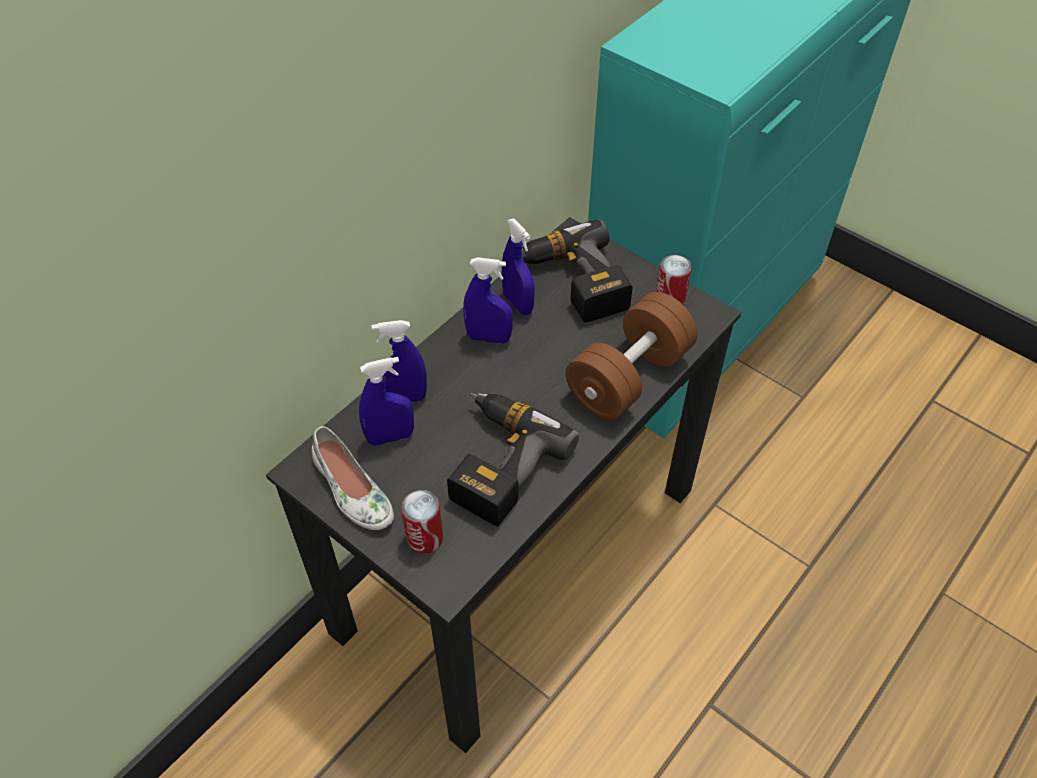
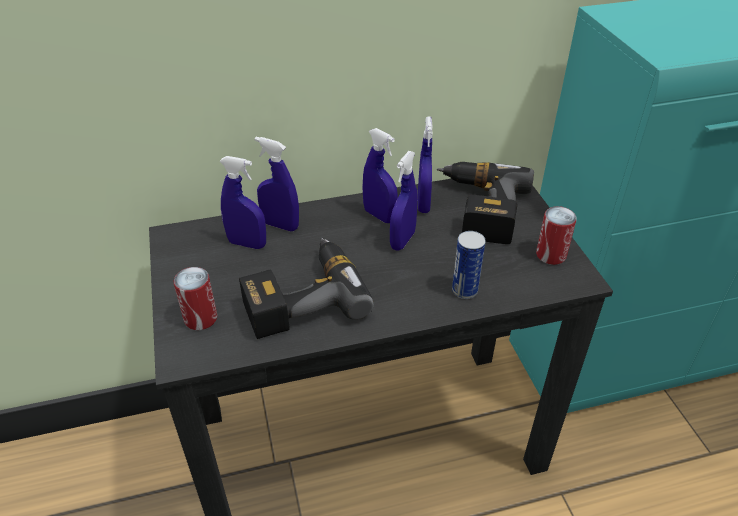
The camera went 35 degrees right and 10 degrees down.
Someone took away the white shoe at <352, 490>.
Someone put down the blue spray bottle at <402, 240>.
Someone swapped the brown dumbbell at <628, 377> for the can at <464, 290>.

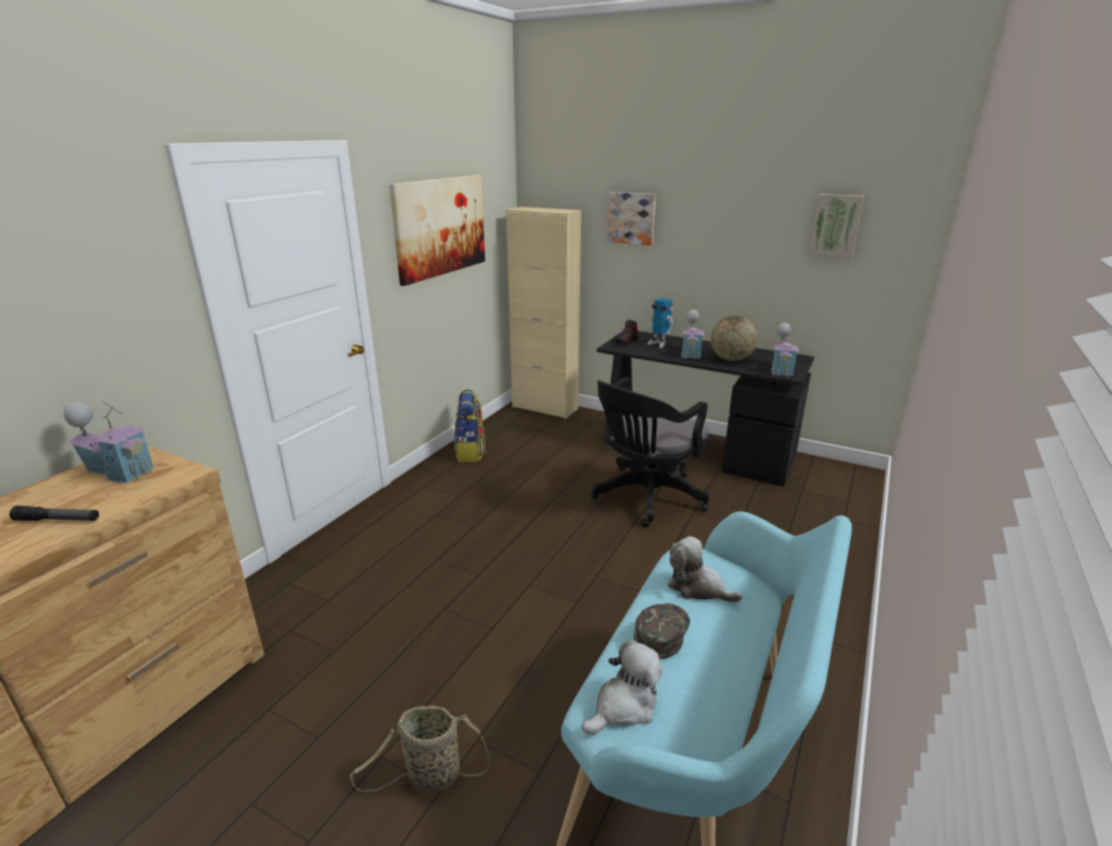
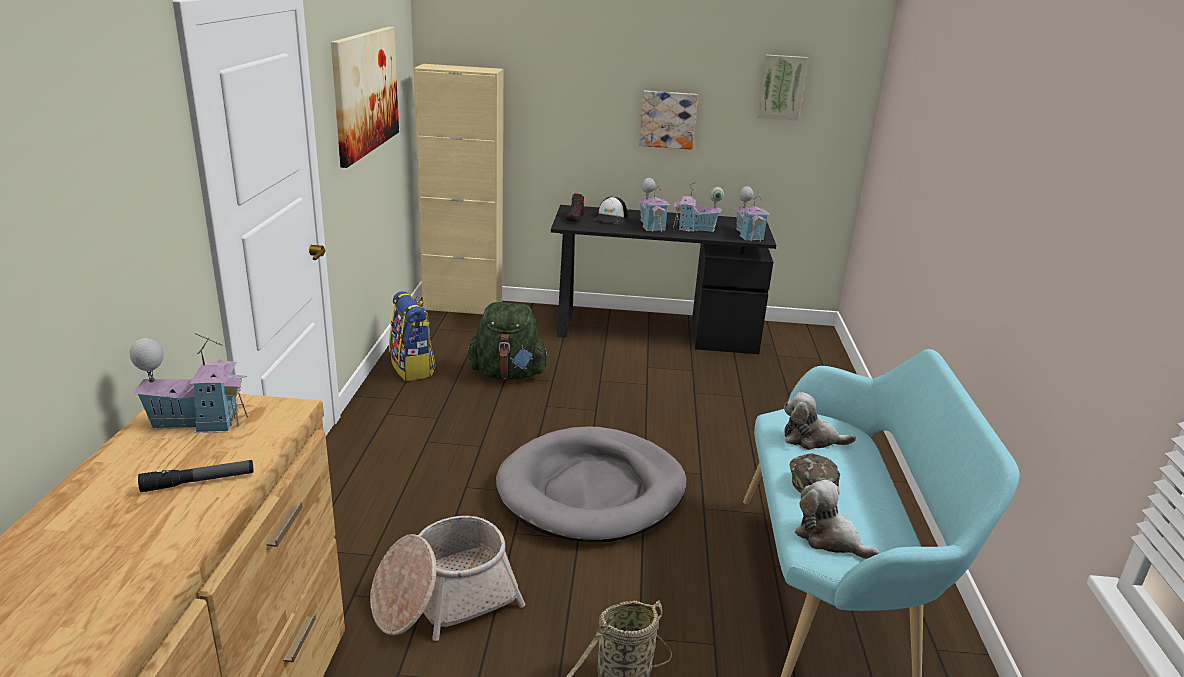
The camera went 25 degrees left and 0 degrees up.
Someone took away the black office chair at <645, 498>.
Someone put down the basket at <444, 599>.
Someone put down the green backpack at <508, 374>.
Someone put down the grey dog bed at <592, 490>.
Someone carried the picture from <632, 218> to <668, 119>.
Someone swapped the toy robot at <658, 344> for the cap at <610, 218>.
Someone swapped the globe at <731, 359> for the toy house at <695, 228>.
Someone rotated the plush toy at <624, 705> by 75 degrees counterclockwise.

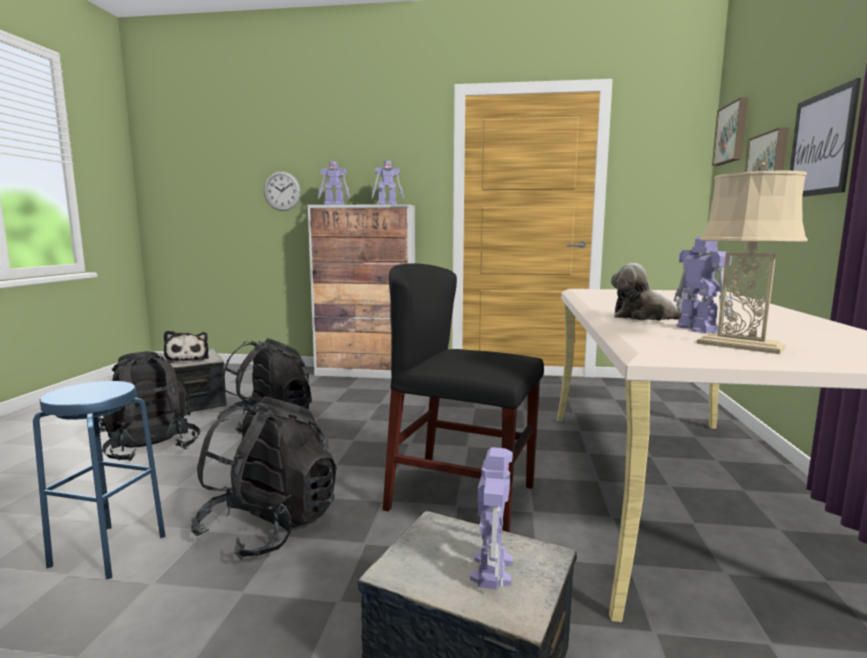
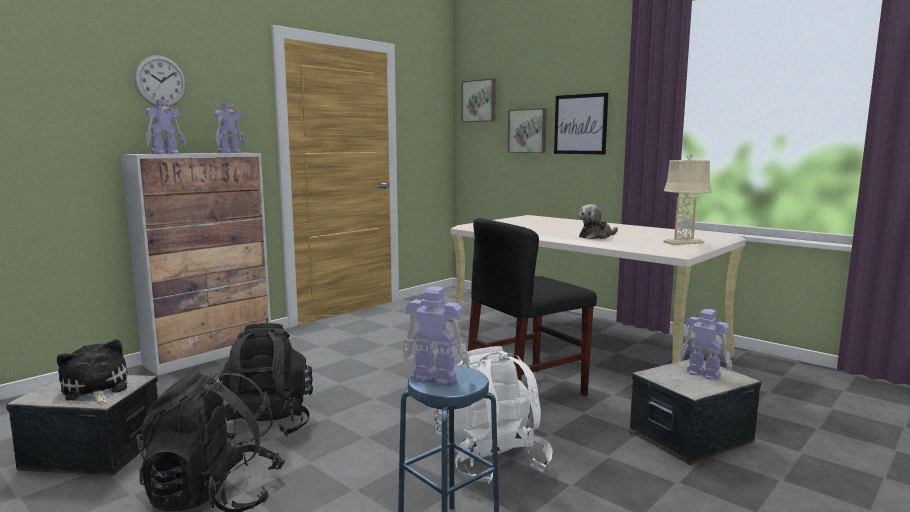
The camera went 55 degrees left and 0 degrees up.
Someone carried the wall clock from <282, 191> to <160, 81>.
Someone carried the toy robot from <697, 328> to <434, 377>.
Someone repainted the black backpack at <270, 527>, which became the white backpack at <491, 460>.
Someone rotated the plush toy at <187, 359> by 135 degrees counterclockwise.

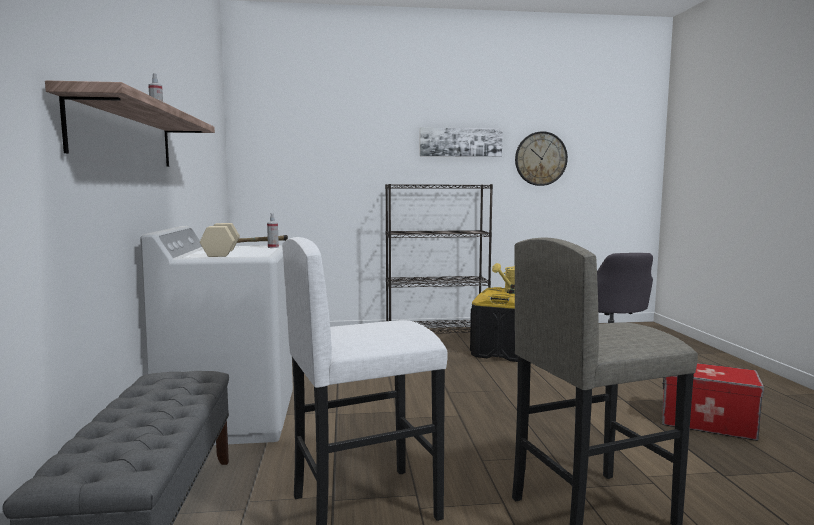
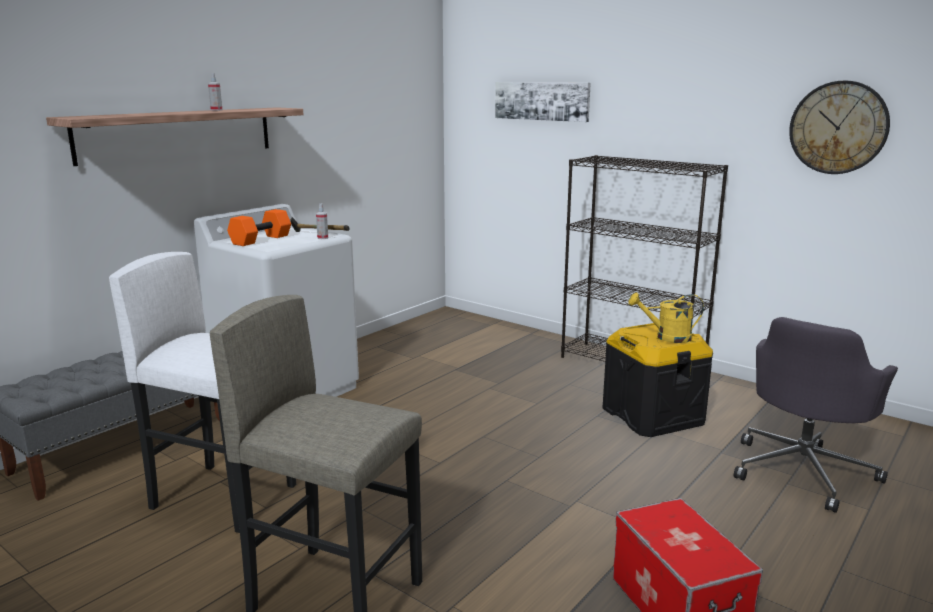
The camera went 45 degrees right and 10 degrees up.
Someone carried the picture from <460, 142> to <541, 101>.
Someone repainted the beige dumbbell at <222, 253>, which became the orange dumbbell at <261, 240>.

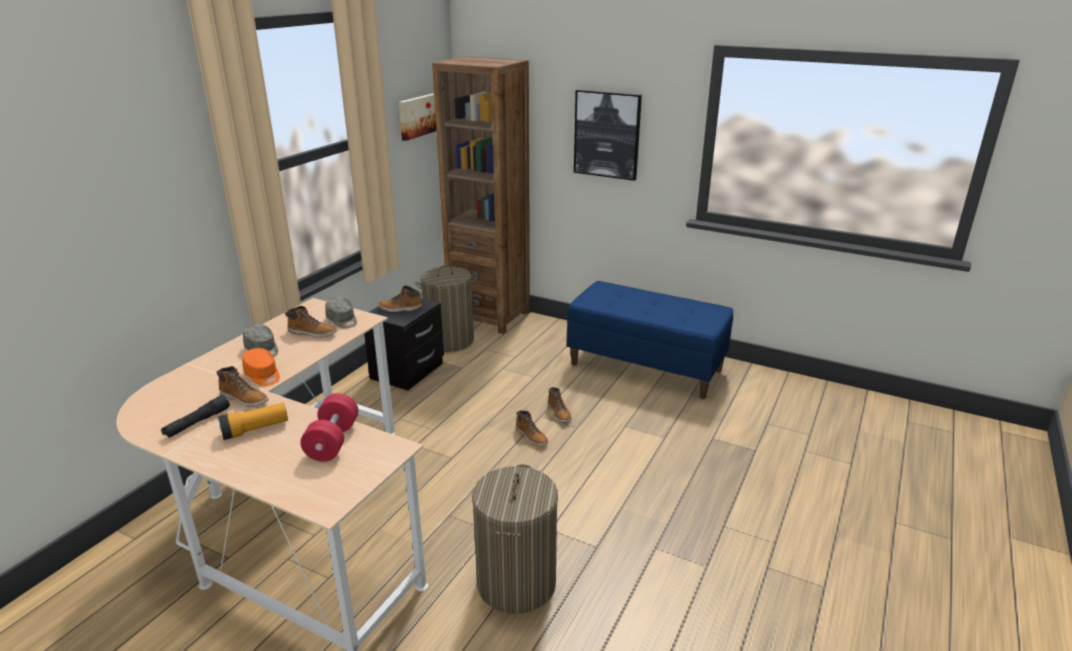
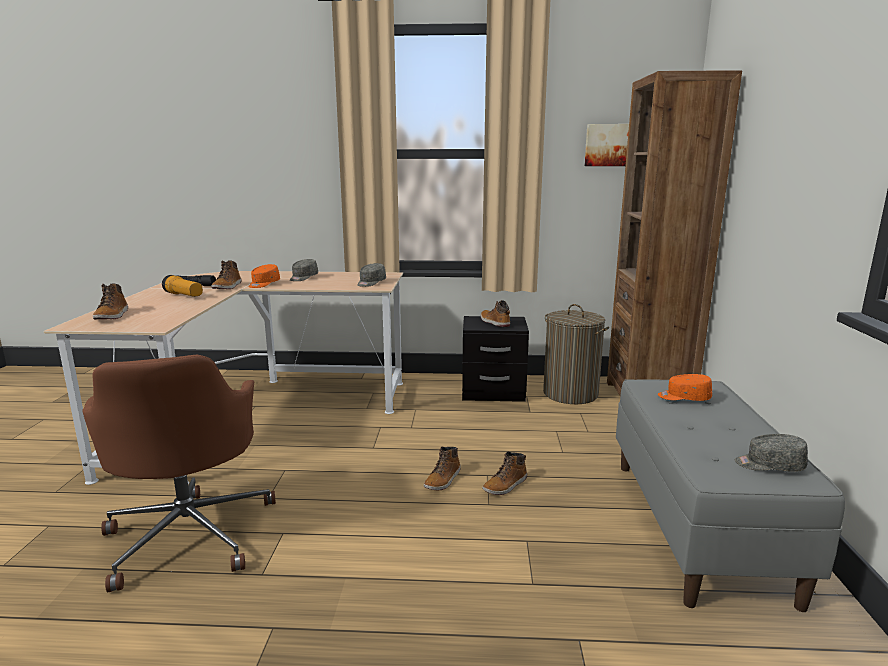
The camera went 65 degrees right and 10 degrees down.
Someone took away the red dumbbell at <332, 441>.
Someone took away the picture at <607, 134>.
Someone put down the orange cap at <684, 397>.
Someone put down the grey cap at <769, 465>.
Someone carried the boot from <313, 333> to <112, 316>.
Someone swapped the laundry basket at <516, 583> for the brown office chair at <190, 533>.
Someone repainted the blue bench at <646, 367>, which became the grey bench at <698, 526>.

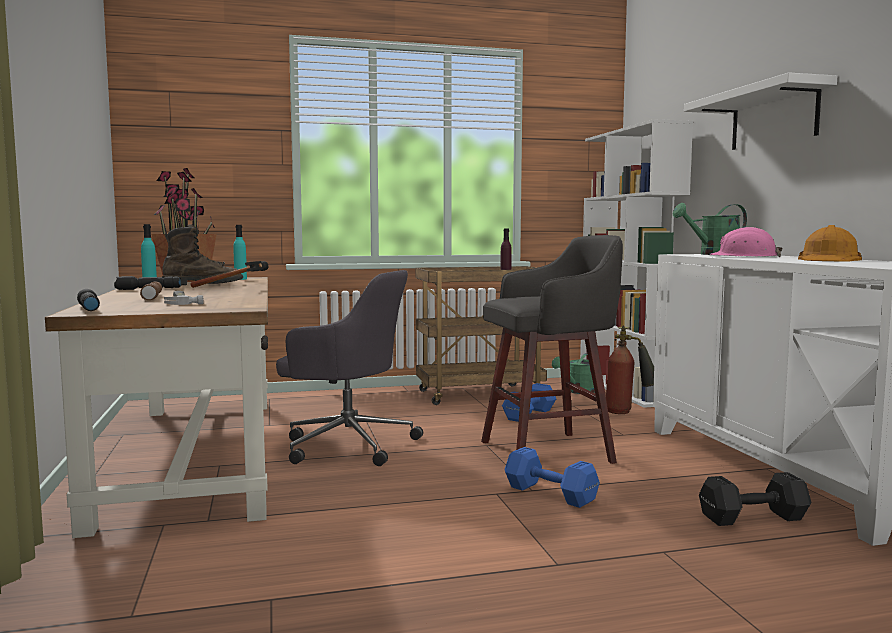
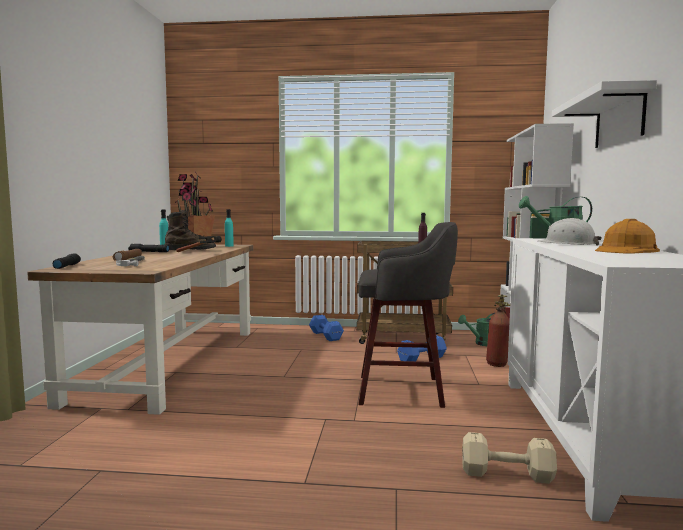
The camera went 20 degrees right and 0 degrees up.
Someone took away the grey office chair at <347, 444>.
Someone carried the blue dumbbell from <549, 493> to <325, 335>.
Someone repainted the black dumbbell at <755, 518>, which became the beige dumbbell at <509, 474>.
Someone repainted the pink hard hat at <744, 256>, which became the white hard hat at <567, 243>.

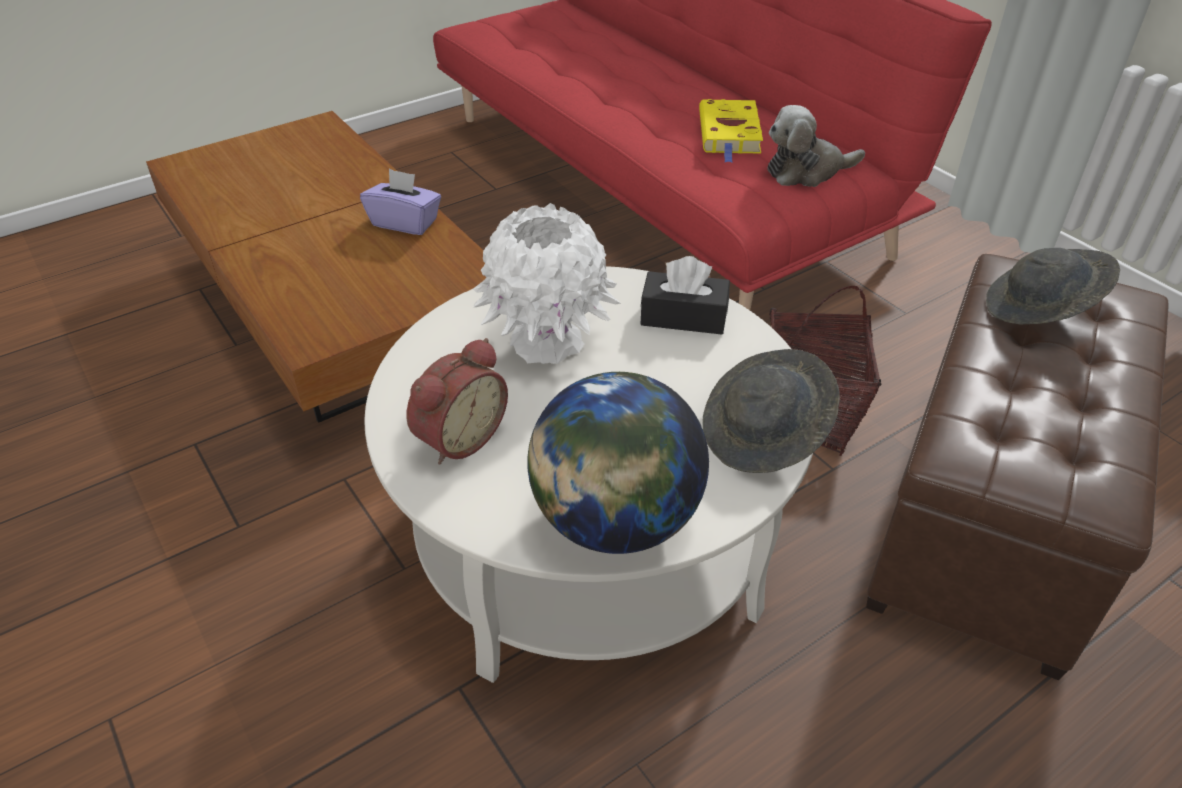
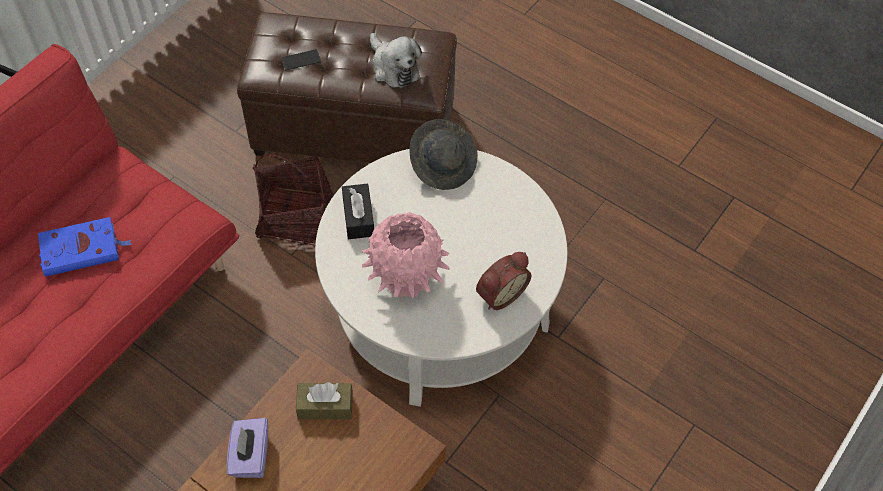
The camera went 110 degrees left and 15 degrees up.
Someone took away the globe at <615, 521>.
Someone put down the brown tissue box at <325, 406>.
Someone carried the plush toy from <806, 171> to <393, 67>.
Someone swapped the grey hat at <1040, 311> for the phone at <301, 60>.
Someone repainted the white vase at <547, 341>, which became the pink vase at <405, 278>.
Someone repainted the yellow book at <730, 134>, which became the blue book at <82, 249>.
Someone rotated the alarm clock at <458, 437> by 120 degrees clockwise.

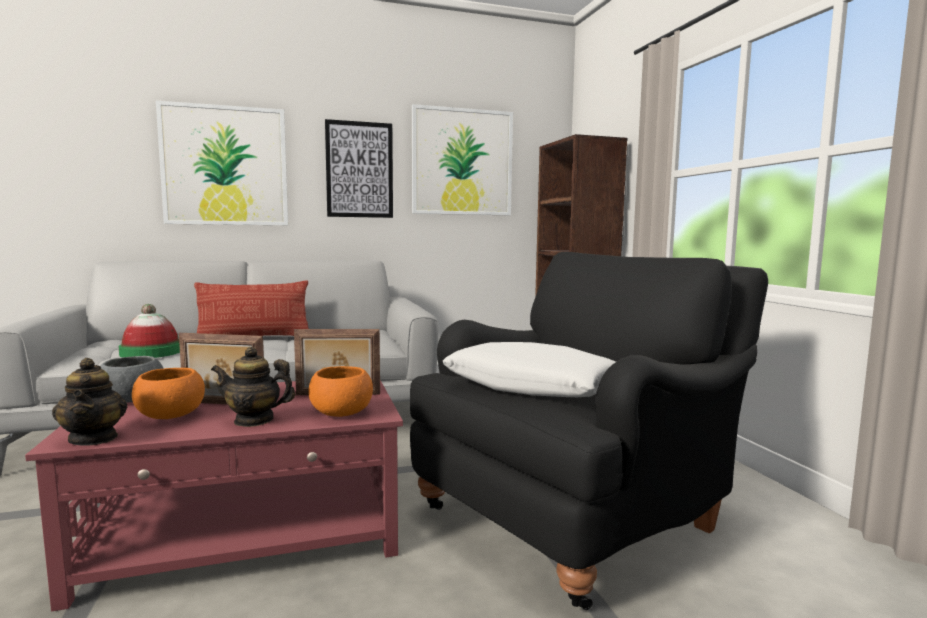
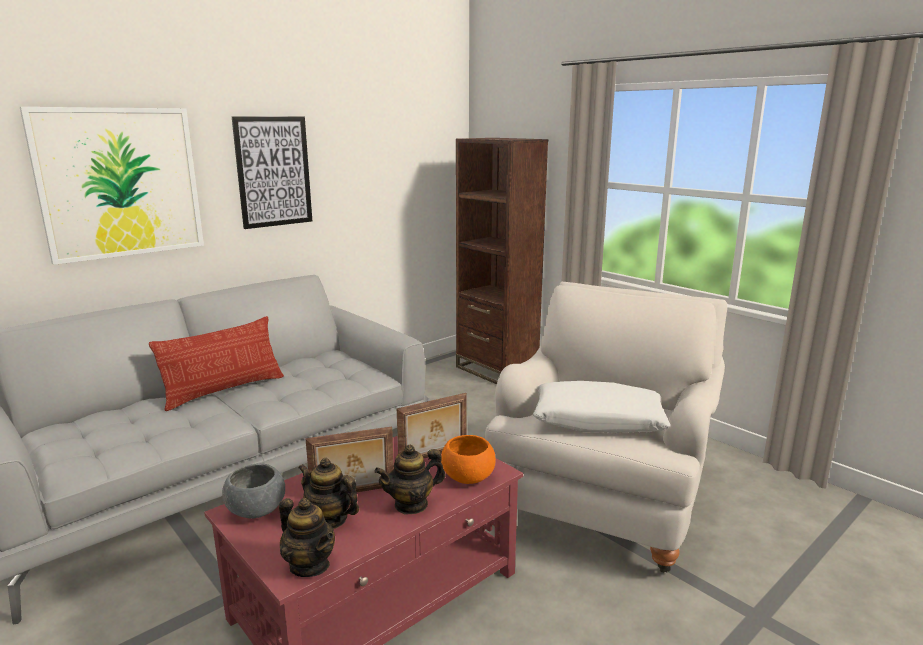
The camera went 25 degrees left and 10 degrees up.
Someone took away the hat at <151, 352>.
Someone took away the picture at <462, 162>.
Someone swapped the orange bowl at <170, 415> for the teapot at <329, 520>.
Someone repainted the black armchair at <577, 515>, which became the white armchair at <603, 499>.

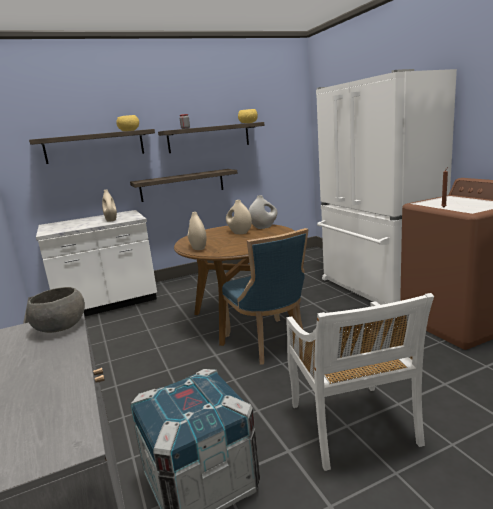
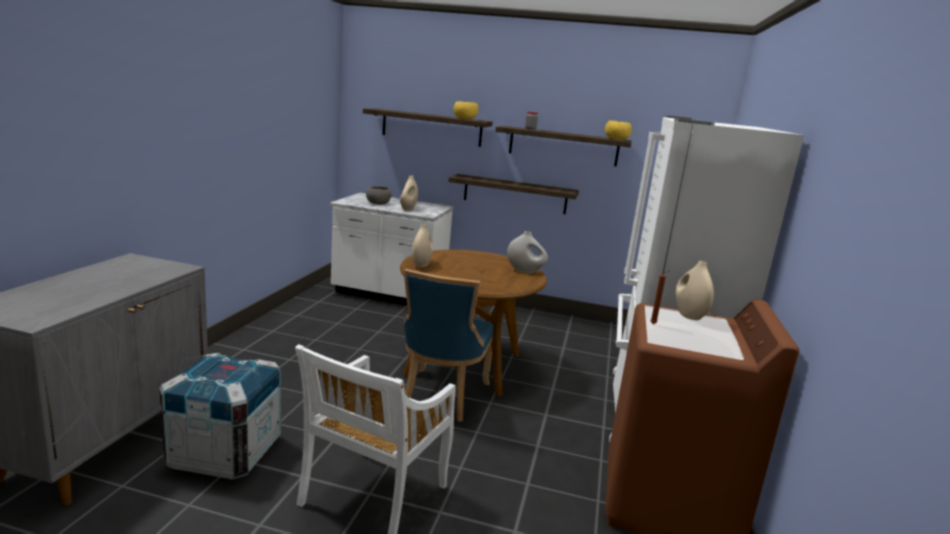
The camera went 35 degrees right and 0 degrees up.
Someone carried the grey bowl from <60, 326> to <378, 203>.
Someone carried the beige vase from <239, 233> to <688, 315>.

